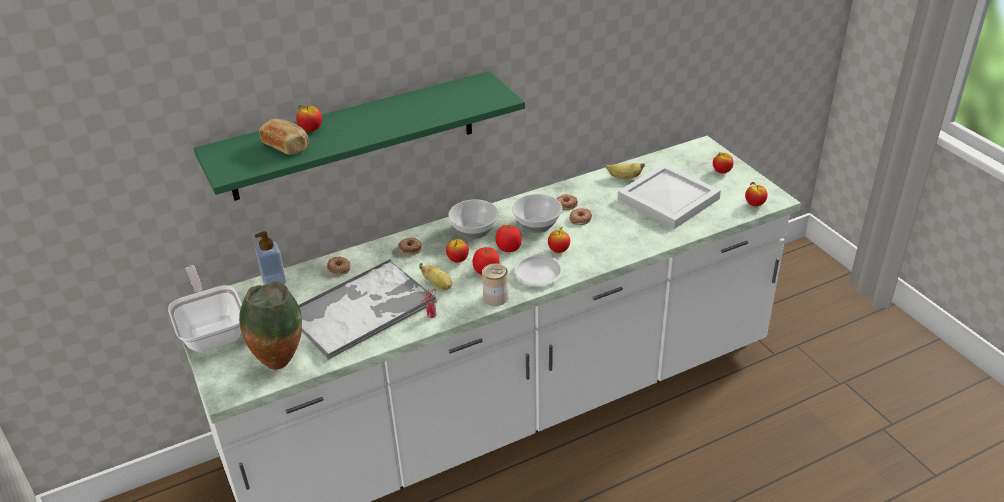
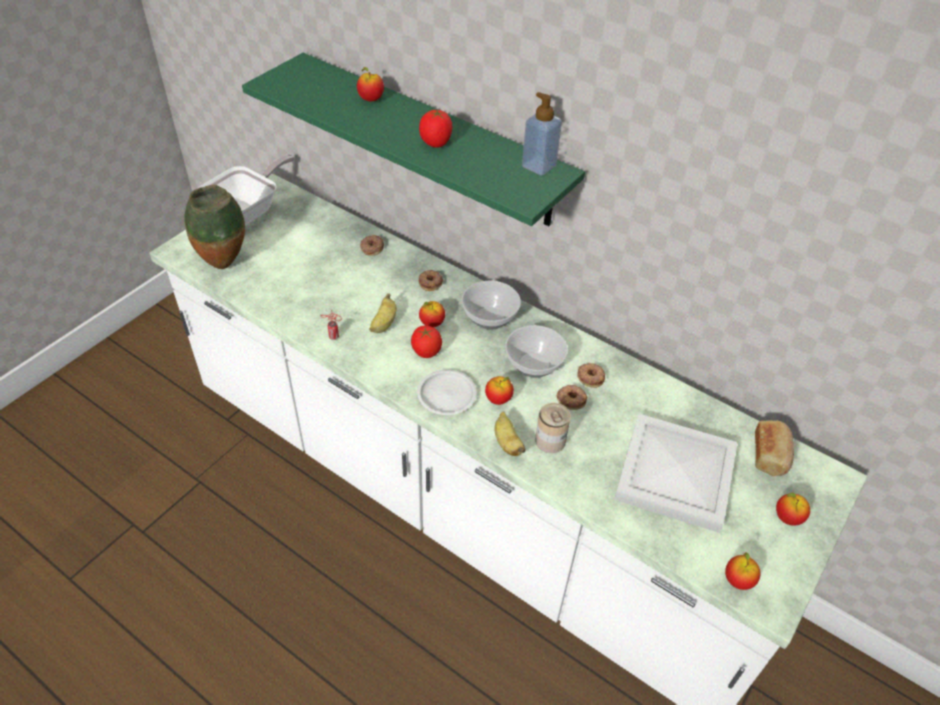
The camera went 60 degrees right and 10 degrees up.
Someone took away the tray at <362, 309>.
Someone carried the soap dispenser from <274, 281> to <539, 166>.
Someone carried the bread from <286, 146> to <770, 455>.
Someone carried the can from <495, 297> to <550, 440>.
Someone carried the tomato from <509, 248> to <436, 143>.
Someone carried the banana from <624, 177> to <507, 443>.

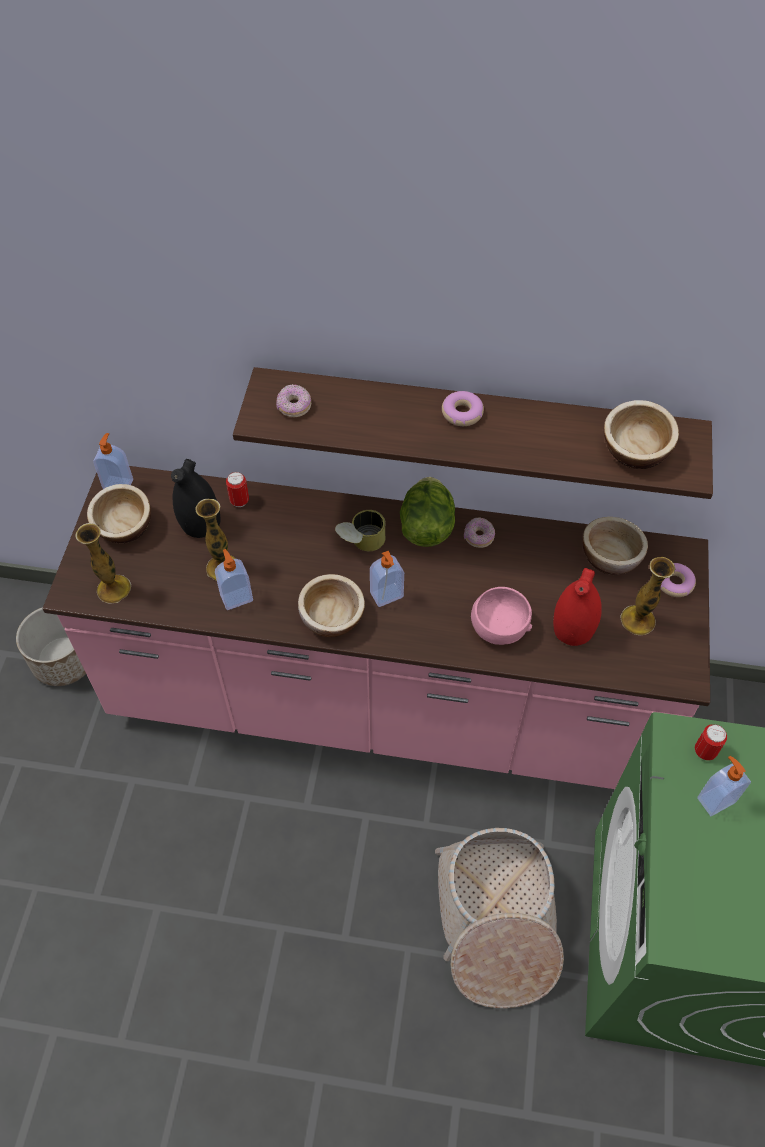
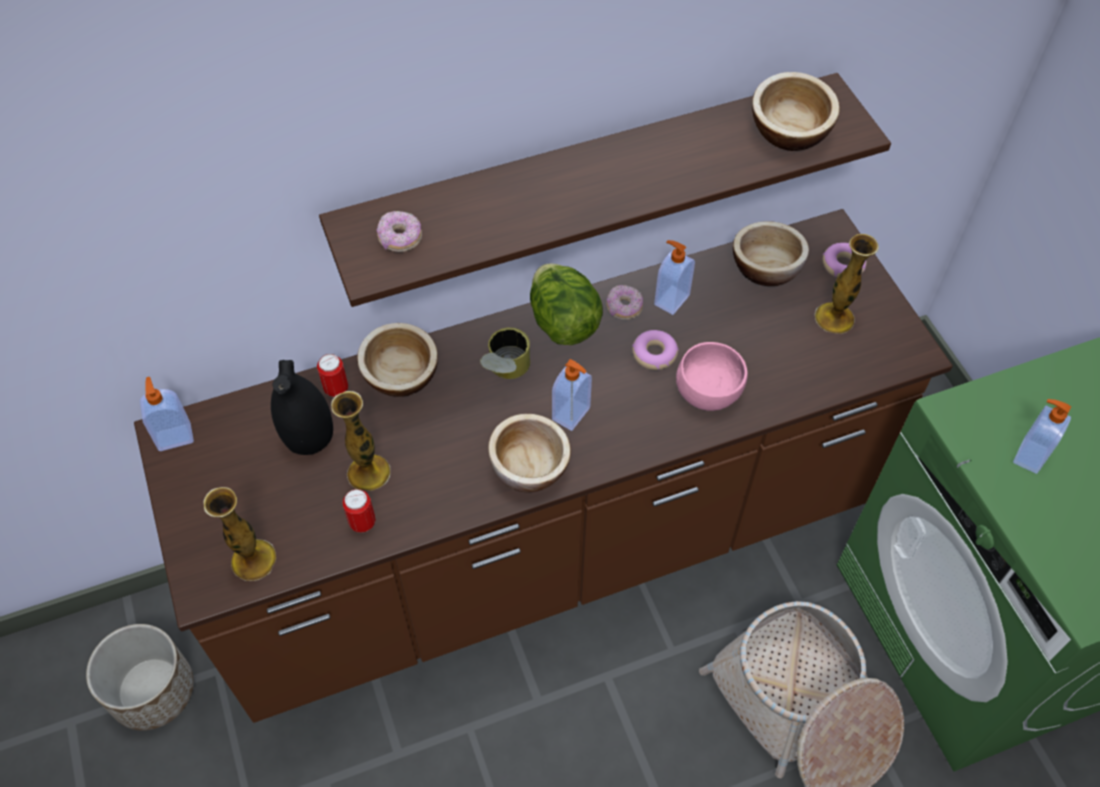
The camera went 30 degrees left and 0 degrees up.
Someone took away the red vase at <572, 630>.
Someone carried the bowl from <124, 526> to <400, 375>.
Someone carried the soap dispenser from <236, 597> to <670, 299>.
Someone carried the donut from <462, 413> to <654, 354>.
Someone carried the can from <705, 751> to <362, 523>.
Someone repainted the pink counter at <382, 704>, which became the brown counter at <550, 551>.

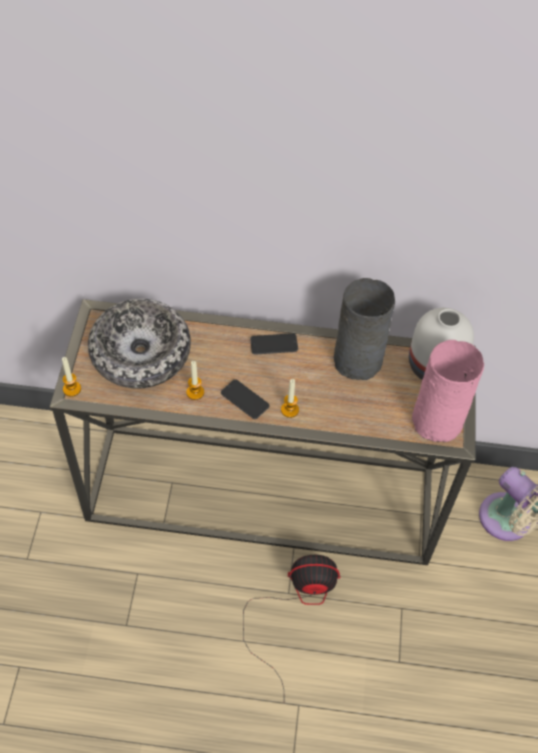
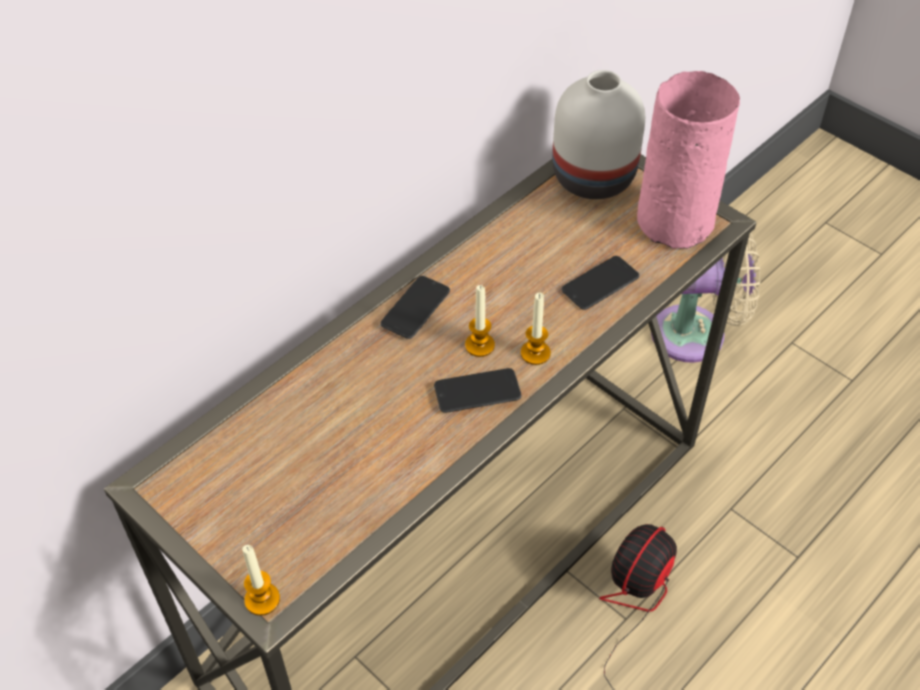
The camera went 50 degrees left and 5 degrees down.
Someone took away the bowl at <141, 353>.
Someone took away the grey vase at <359, 361>.
Someone put down the phone at <600, 284>.
Someone carried the candle from <195, 392> to <479, 345>.

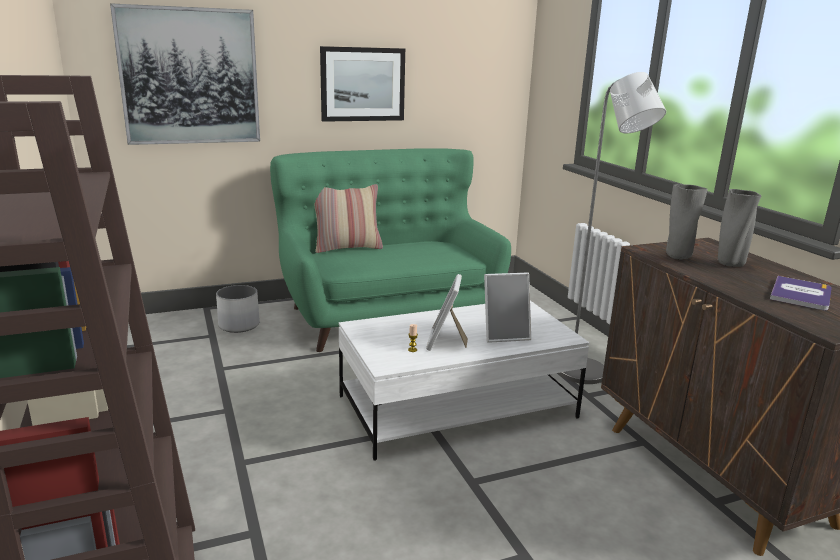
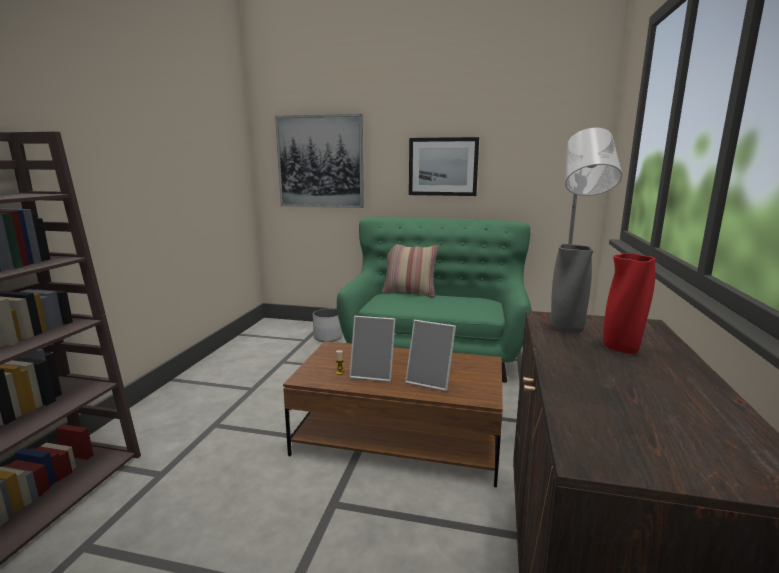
The camera went 35 degrees right and 5 degrees down.
Someone took away the book at <800, 294>.
Someone repainted the white coffee table at <457, 407>, which became the brown coffee table at <399, 438>.
Someone repainted the grey vase at <729, 264>, which became the red vase at <621, 349>.
Someone rotated the picture frame at <446, 342> by 120 degrees counterclockwise.

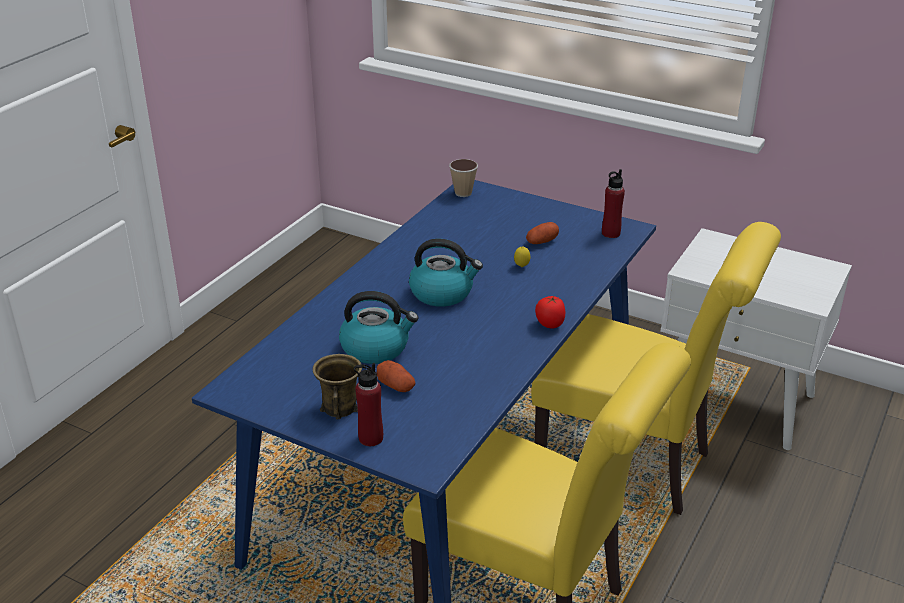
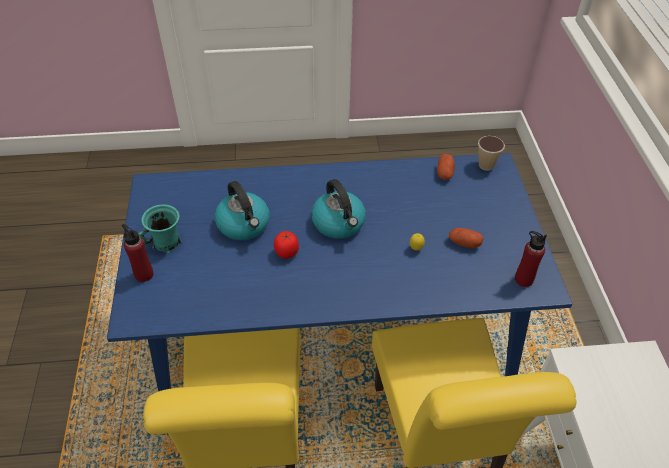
The camera went 55 degrees right and 15 degrees up.
Someone carried the potato from <396, 386> to <445, 173>.
Someone carried the tomato from <549, 324> to <287, 253>.
Someone repainted the brown mug at <340, 407>, which became the turquoise mug at <167, 243>.

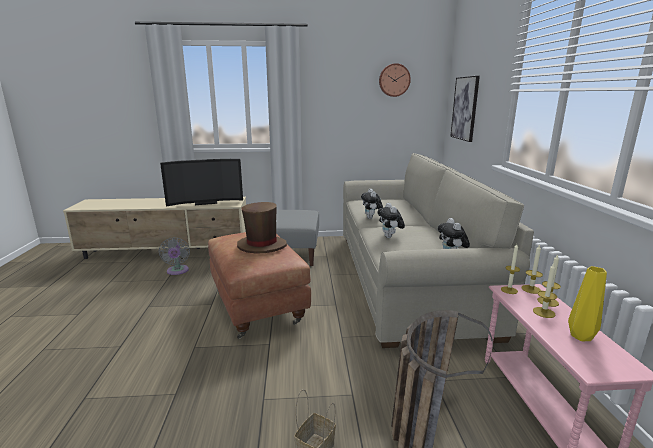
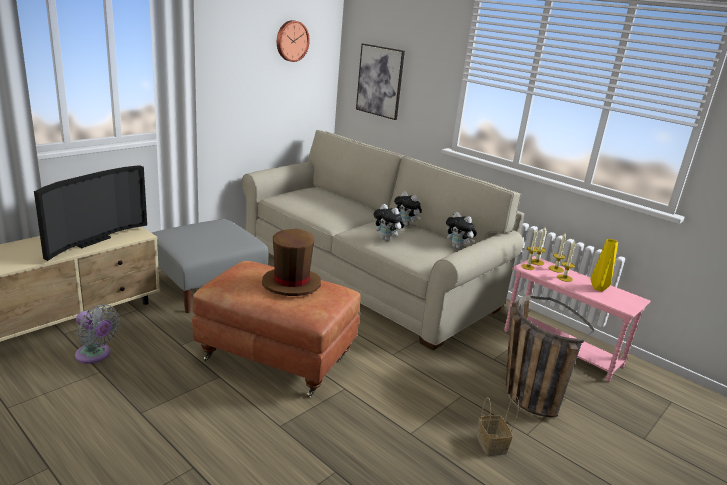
The camera went 45 degrees left and 5 degrees up.
Someone carried the plush toy from <371, 218> to <406, 225>.

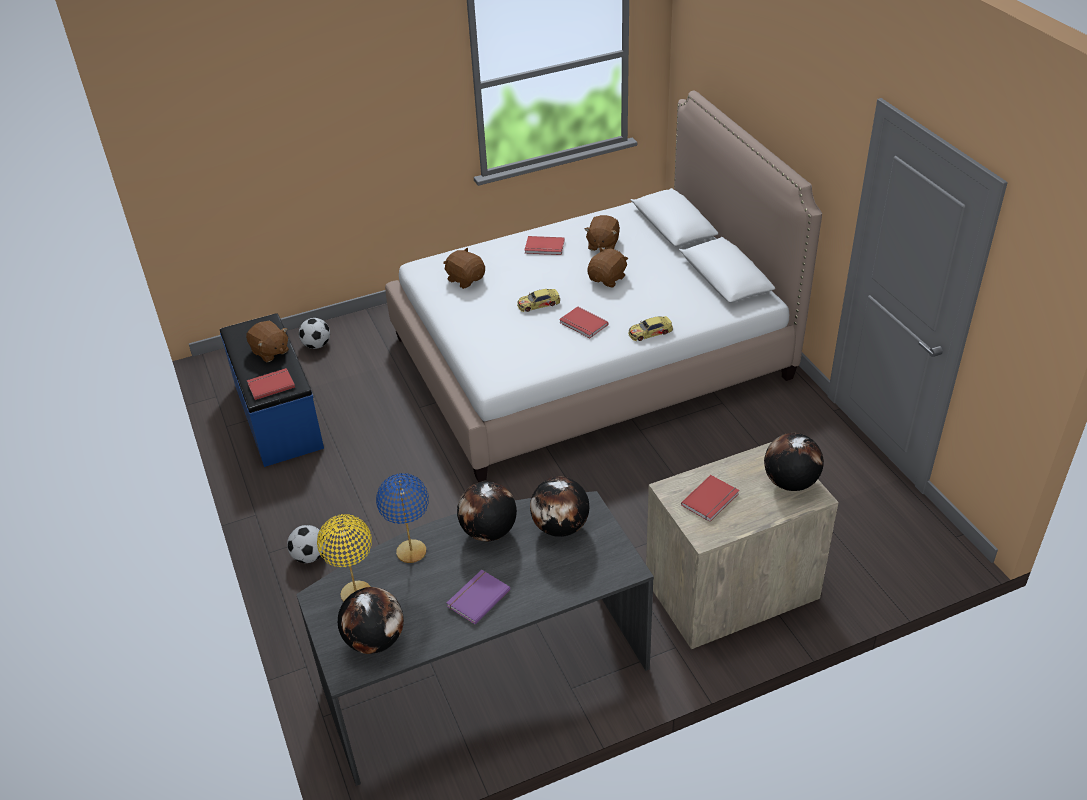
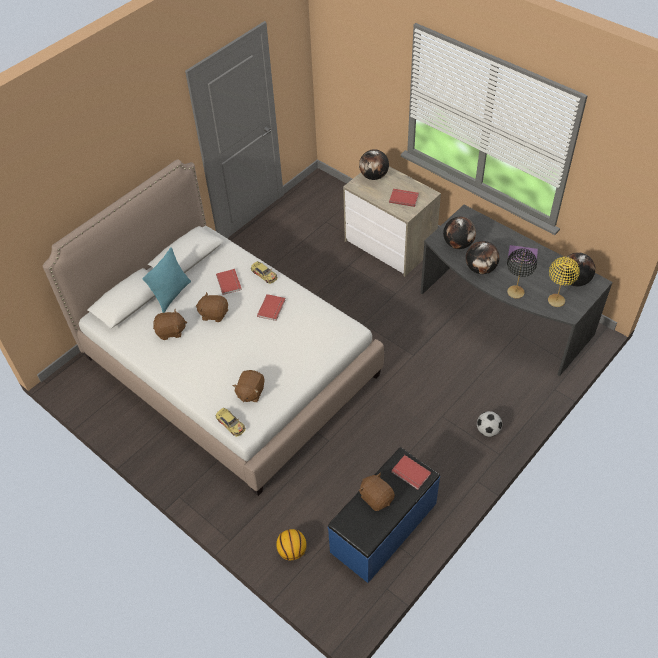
The camera went 115 degrees left and 10 degrees up.
Someone put down the turquoise pillow at <172, 294>.
Someone carried the toy car from <538, 303> to <230, 423>.
Someone carried the red book from <544, 247> to <229, 282>.
Someone swapped the football at <317, 345> for the basketball at <292, 551>.
Someone repainted the blue table lamp at <411, 551>, which became the black table lamp at <515, 292>.
Someone rotated the brown plush toy at <270, 352> by 60 degrees counterclockwise.

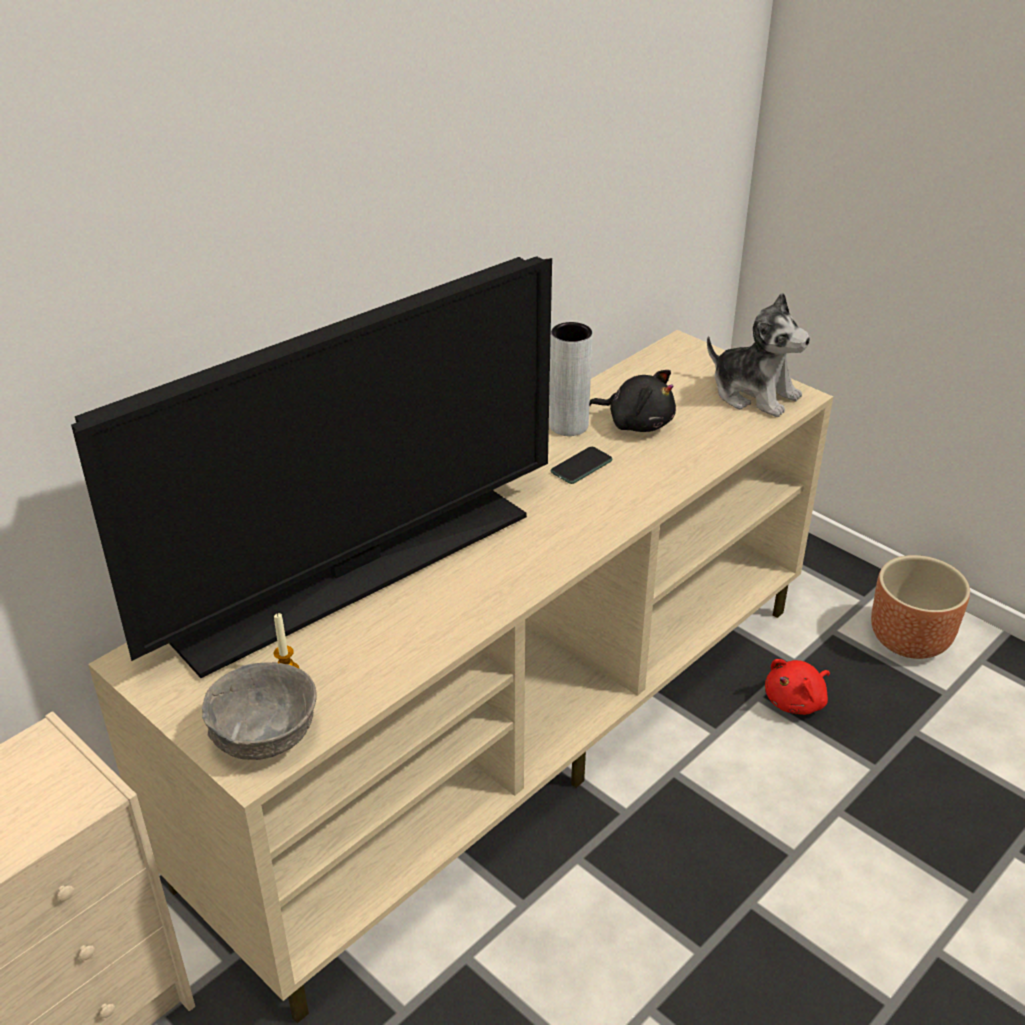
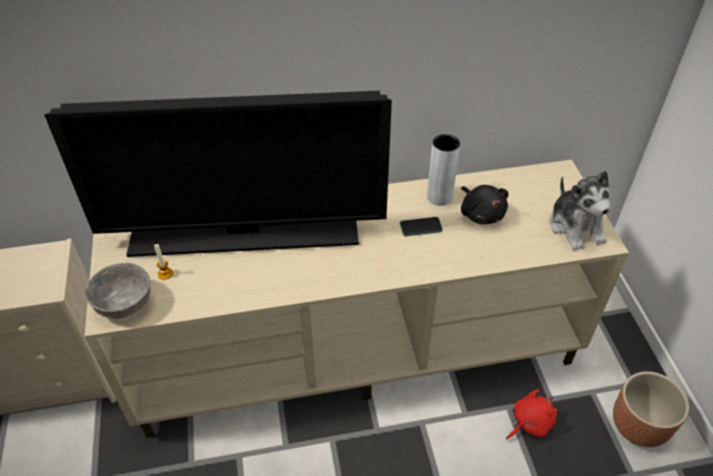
The camera went 35 degrees right and 10 degrees up.
Someone rotated the red plush toy at <796, 701> by 150 degrees clockwise.

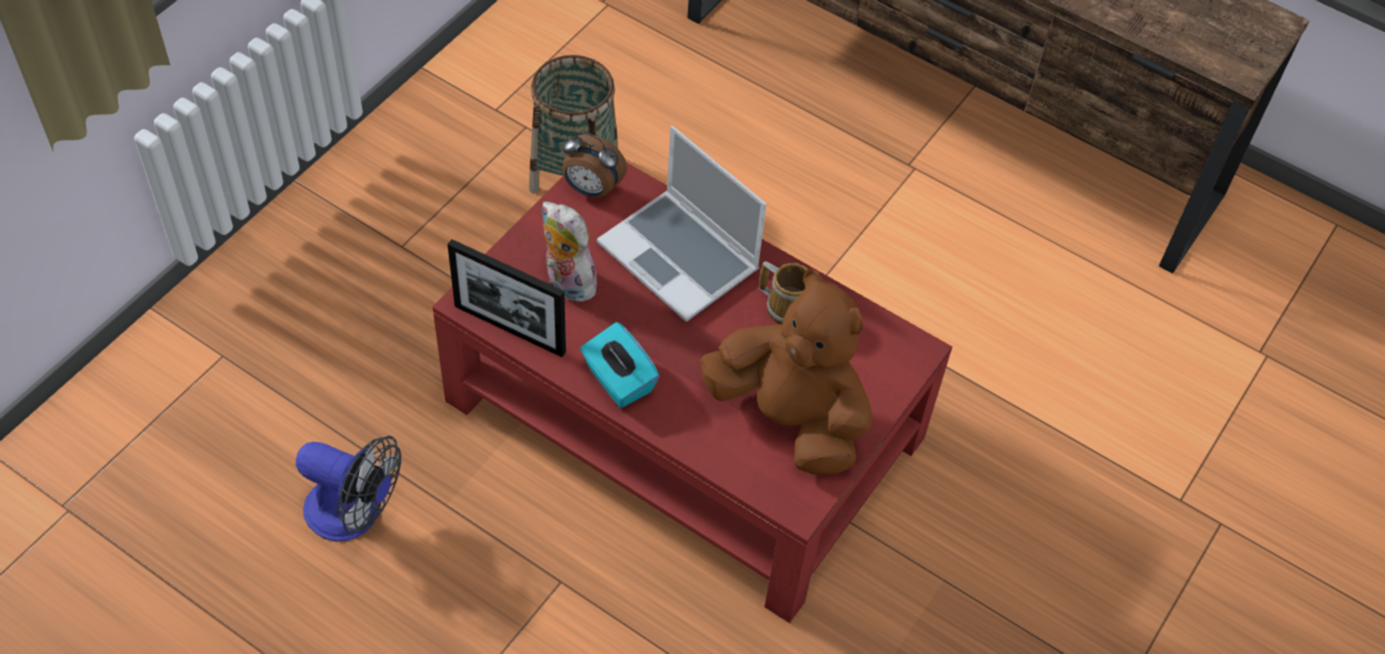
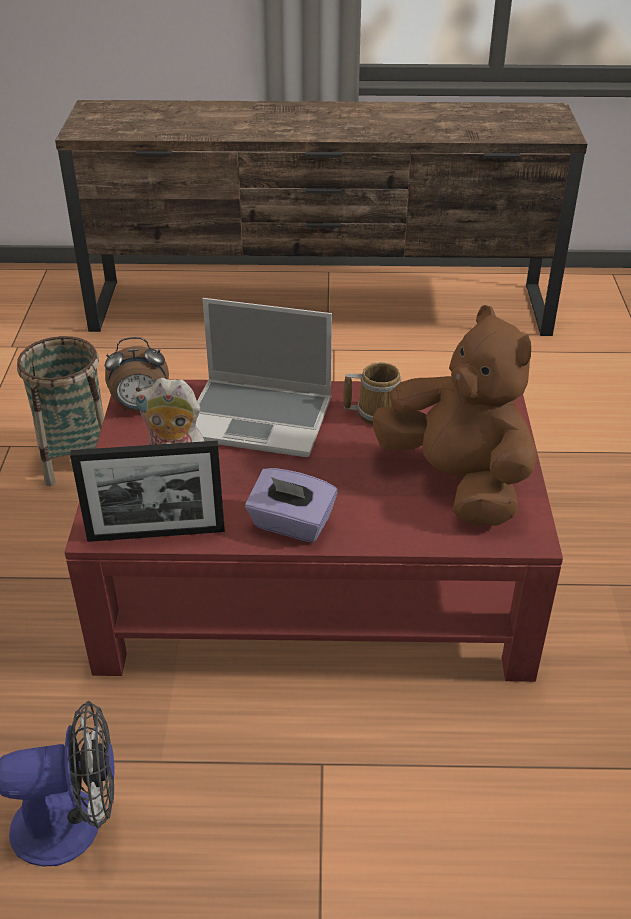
The camera went 30 degrees left and 15 degrees down.
Someone repainted the turquoise tissue box at <618, 380>, which became the purple tissue box at <291, 524>.
Someone rotated the brown plush toy at <789, 418> by 45 degrees clockwise.

